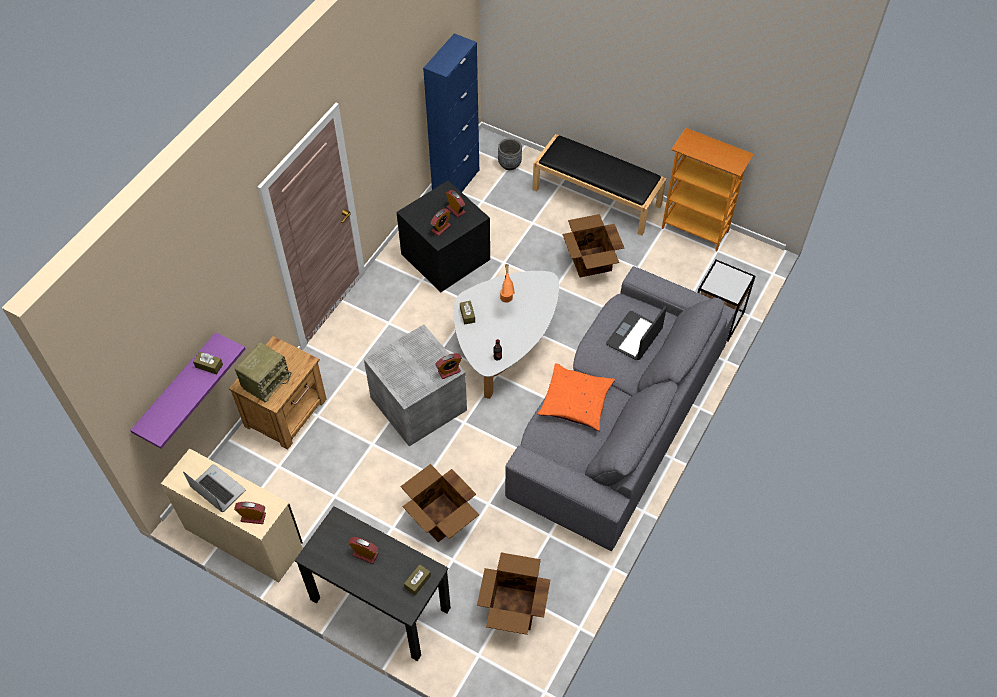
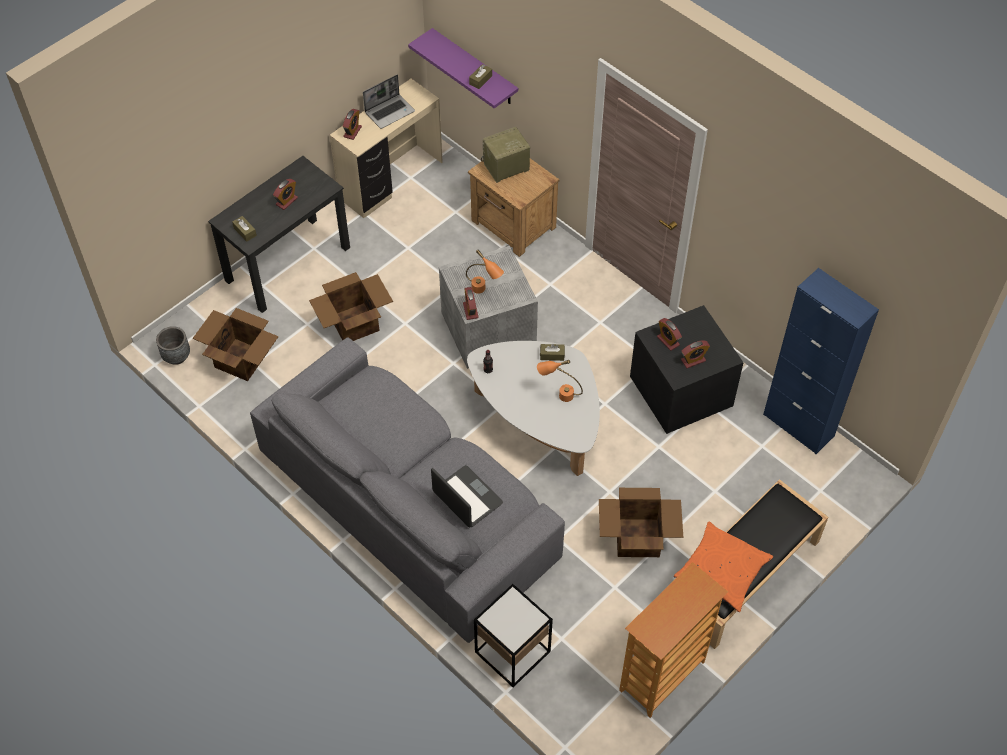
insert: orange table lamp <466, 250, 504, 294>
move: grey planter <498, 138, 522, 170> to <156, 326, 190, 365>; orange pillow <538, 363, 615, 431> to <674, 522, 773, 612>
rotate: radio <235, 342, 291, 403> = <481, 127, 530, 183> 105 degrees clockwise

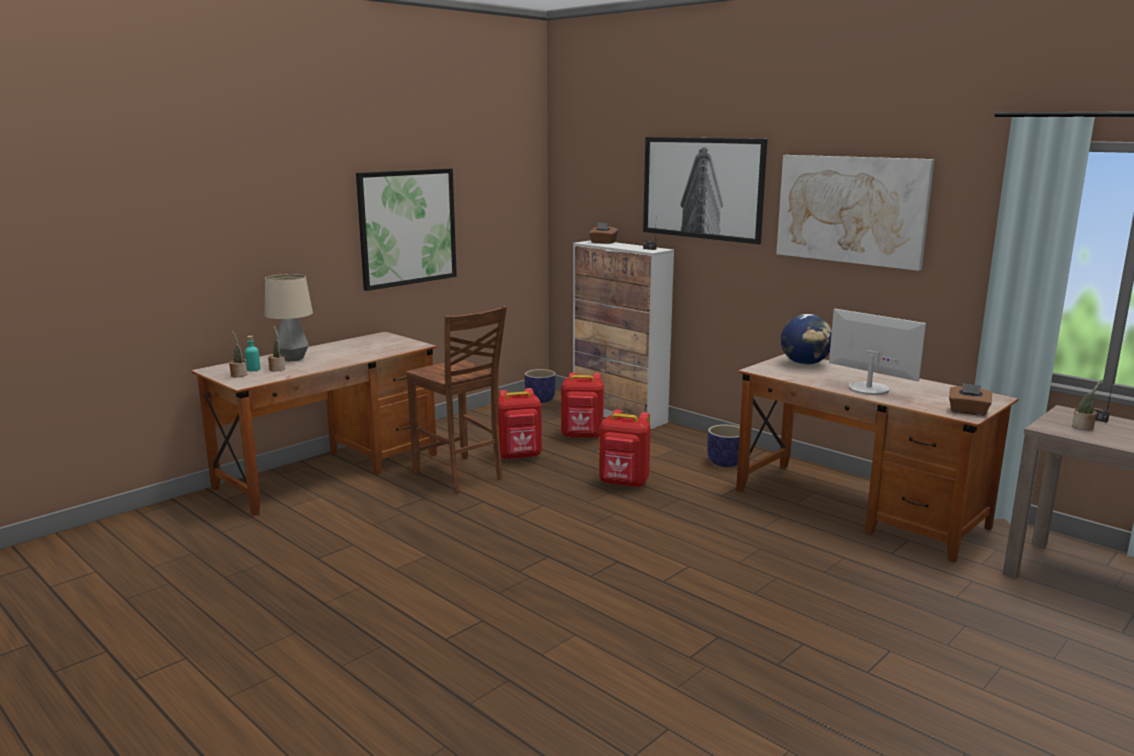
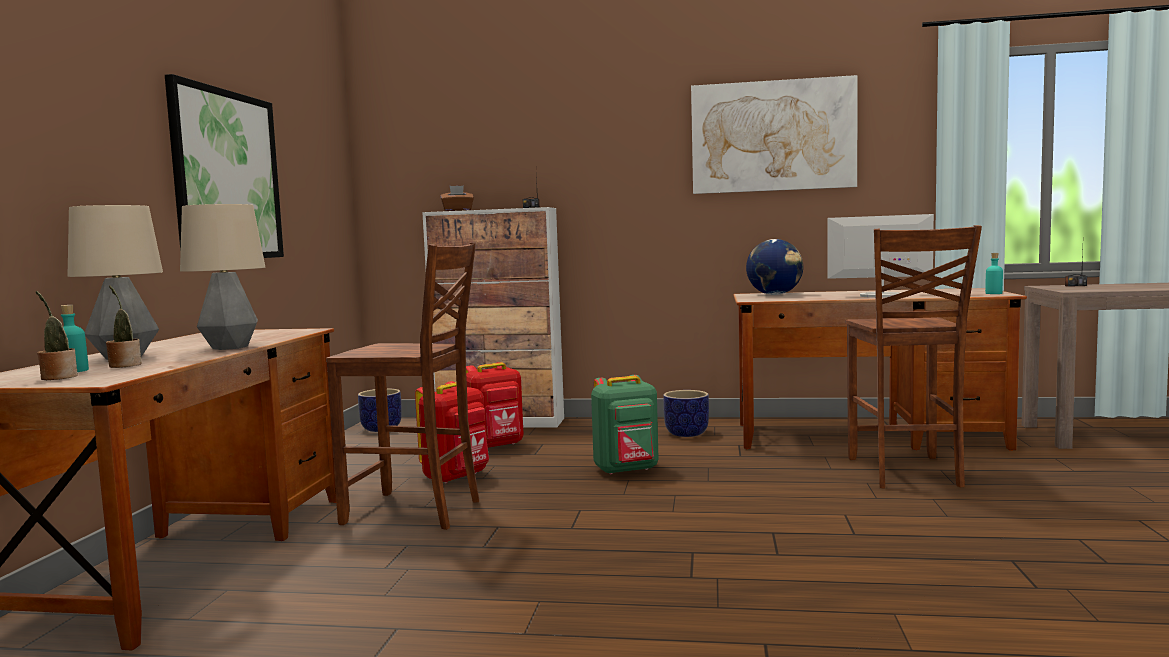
delete: picture <643, 137, 768, 244>; potted plant <1072, 379, 1103, 430>
insert: table lamp <180, 204, 265, 350>; brown chair <845, 225, 982, 488>
replace: brown tissue box <949, 383, 992, 416> to turquoise bottle <985, 253, 1003, 294>
recolor: red backpack <599, 409, 651, 487> to green backpack <591, 375, 659, 474>

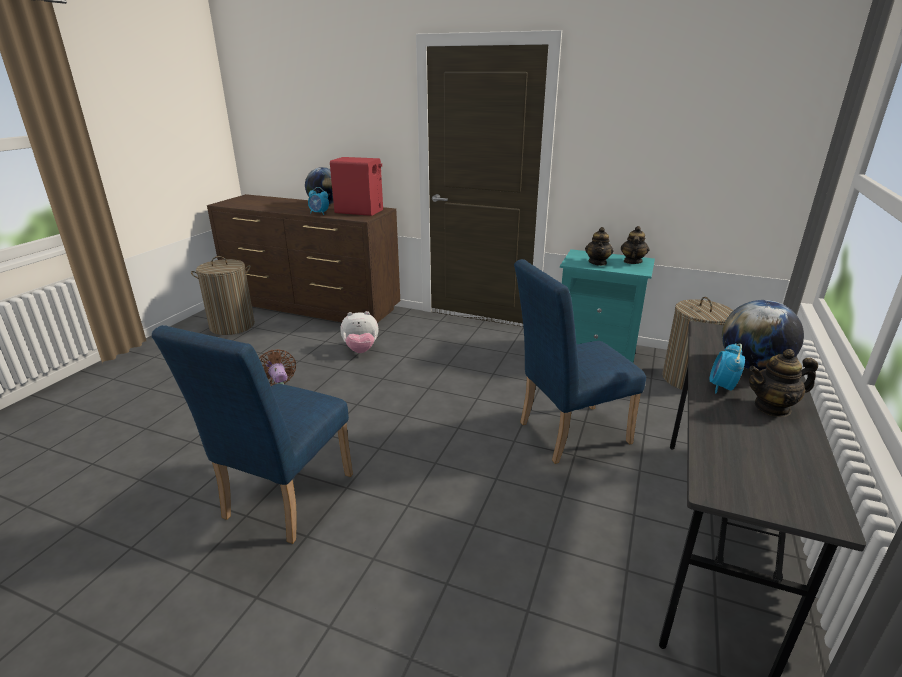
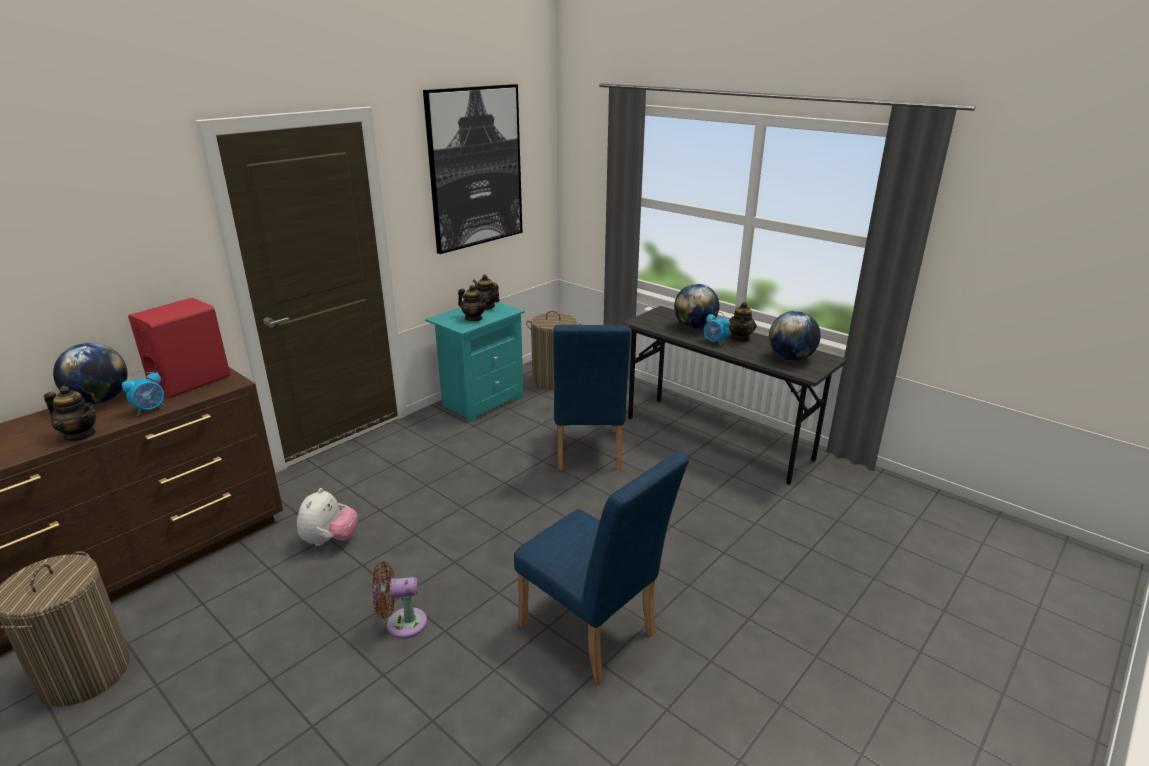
insert: teapot <44, 386, 97, 441>; picture <423, 84, 522, 254>; globe <769, 311, 821, 361>

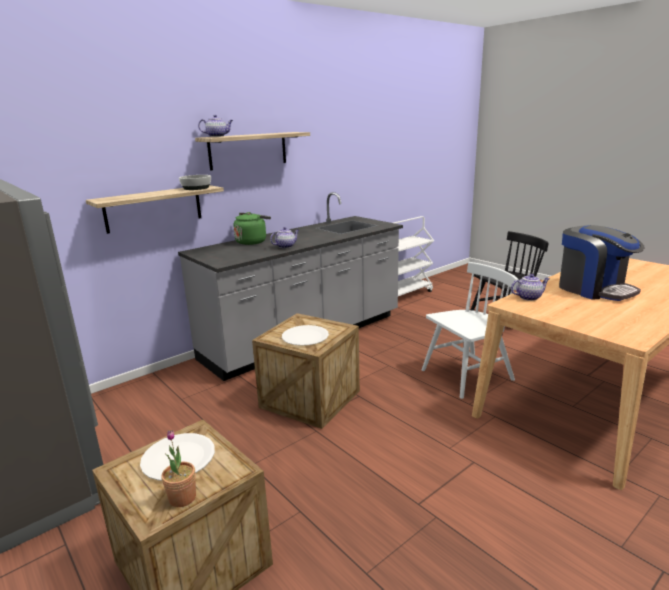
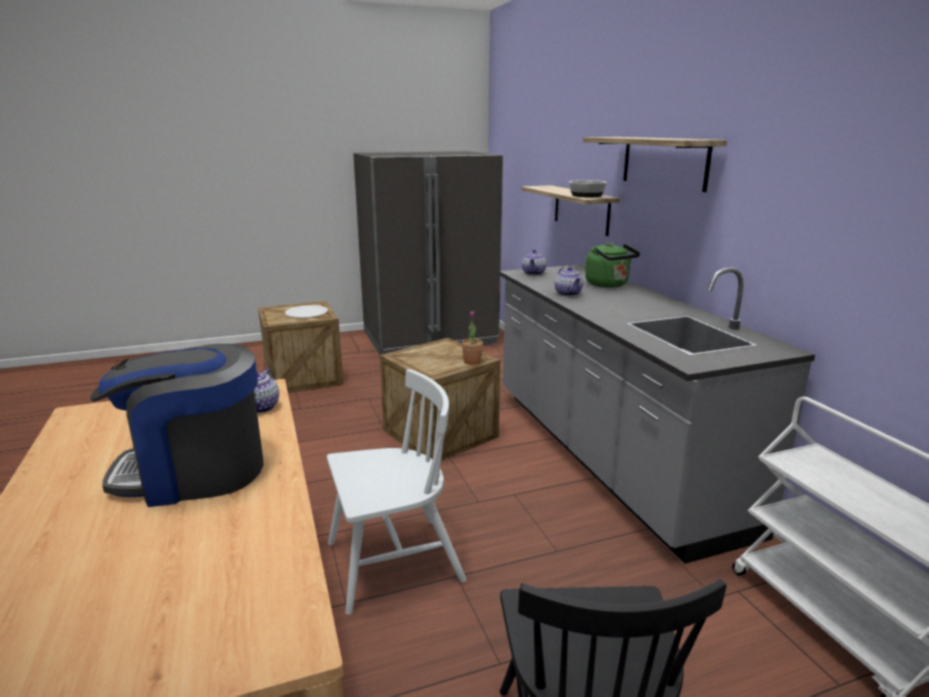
delete: white plate <282, 325, 329, 346>
move: potted plant <161, 430, 196, 507> to <462, 311, 483, 365>; teapot <198, 115, 233, 137> to <522, 249, 547, 275>
rotate: white chair <422, 262, 518, 399> = <327, 369, 467, 615> 105 degrees counterclockwise

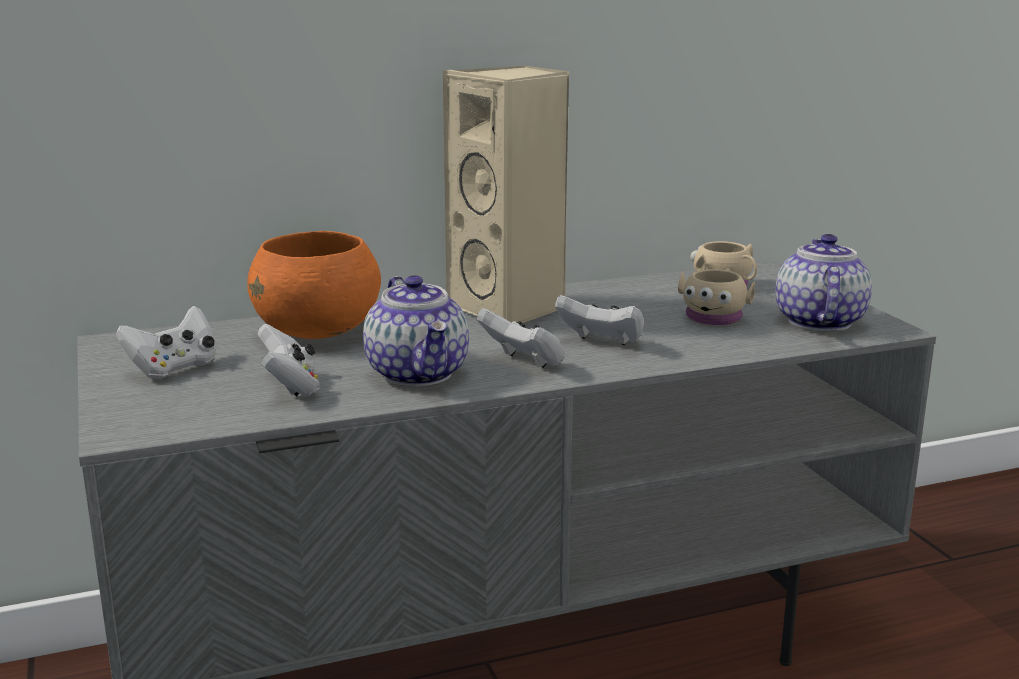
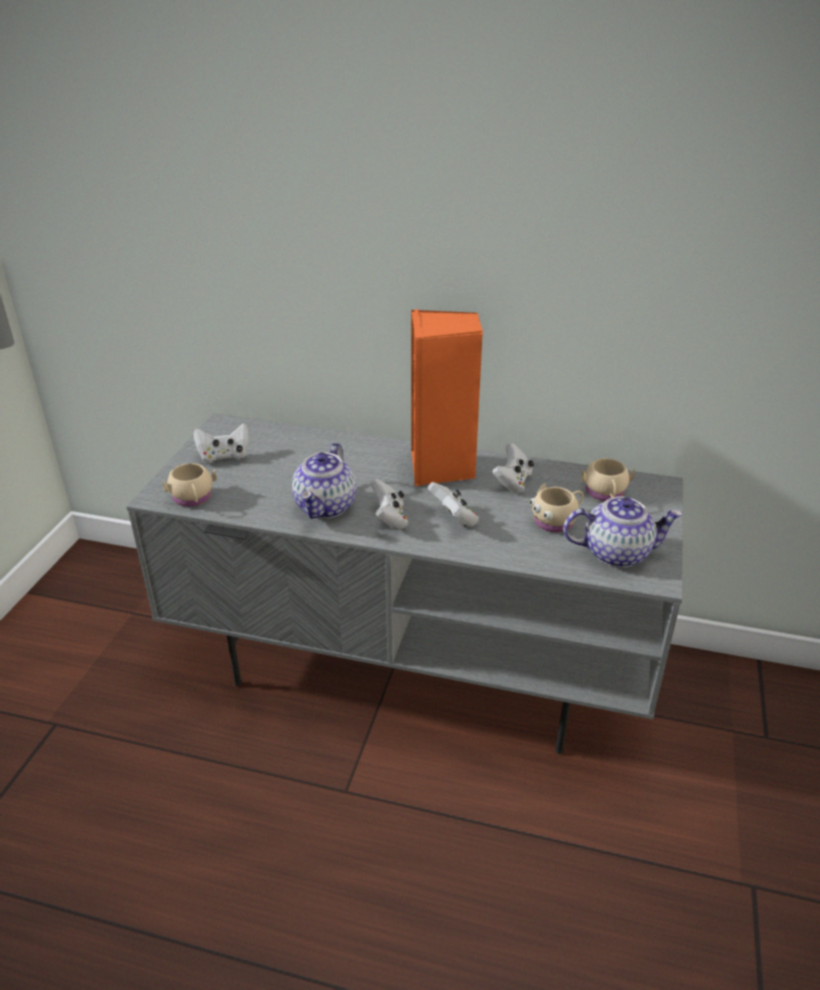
delete: orange bowl <247, 231, 381, 339>
insert: beige mug <162, 463, 217, 507>
move: white game controller <257, 324, 319, 397> to <492, 442, 534, 493>
recolor: beige speaker <443, 66, 569, 323> to orange speaker <411, 309, 483, 486>
rotate: teapot <775, 234, 872, 332> = <563, 496, 683, 568> 45 degrees clockwise

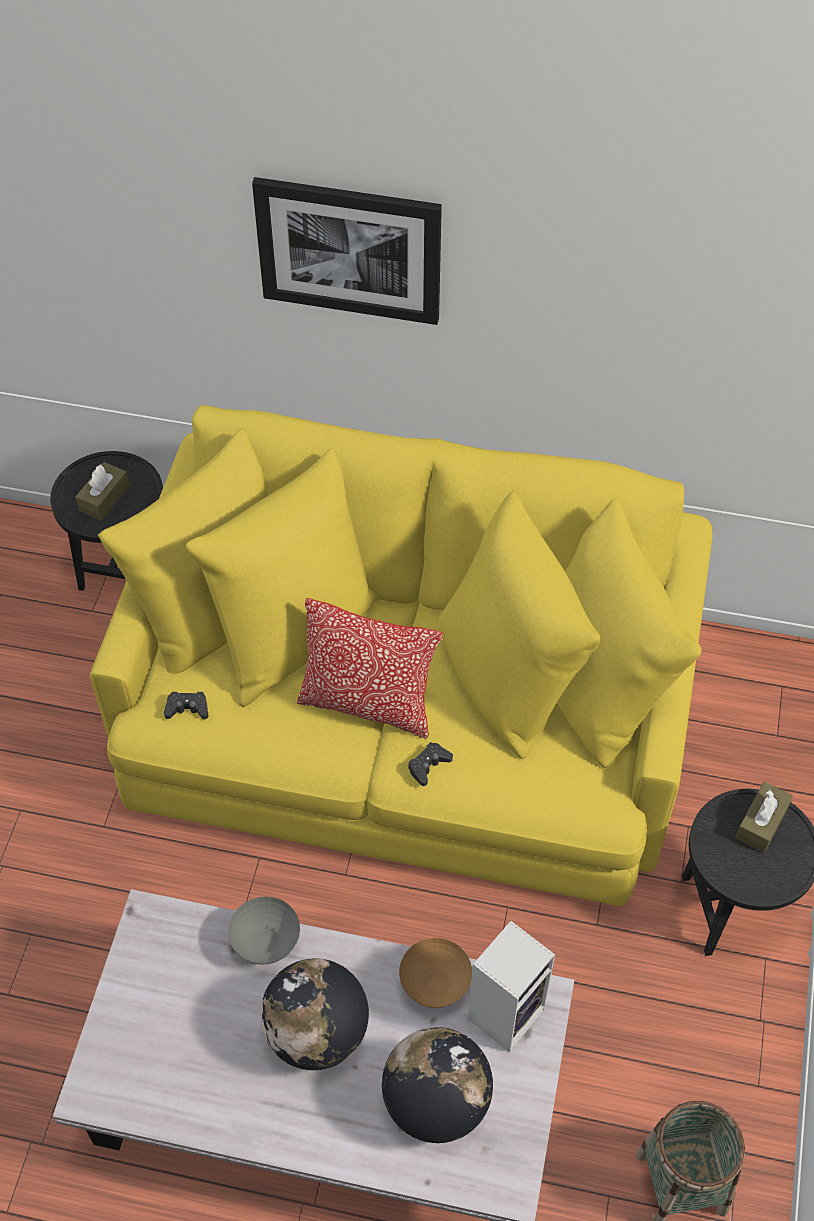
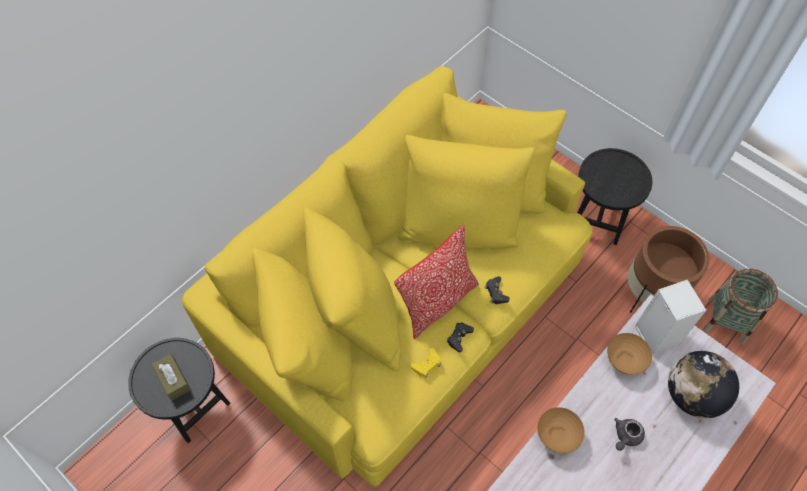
delete: picture <252, 177, 442, 325>; brown tissue box <735, 781, 793, 853>
insert: yellow game controller <411, 348, 441, 378>; brown planter <627, 226, 710, 313>
move: black game controller <164, 692, 209, 719> to <447, 323, 474, 353>
replace: globe <260, 958, 369, 1070> to grey teapot <614, 418, 645, 451>
recolor: grey bowl <228, 897, 300, 965> to brown bowl <537, 407, 585, 453>

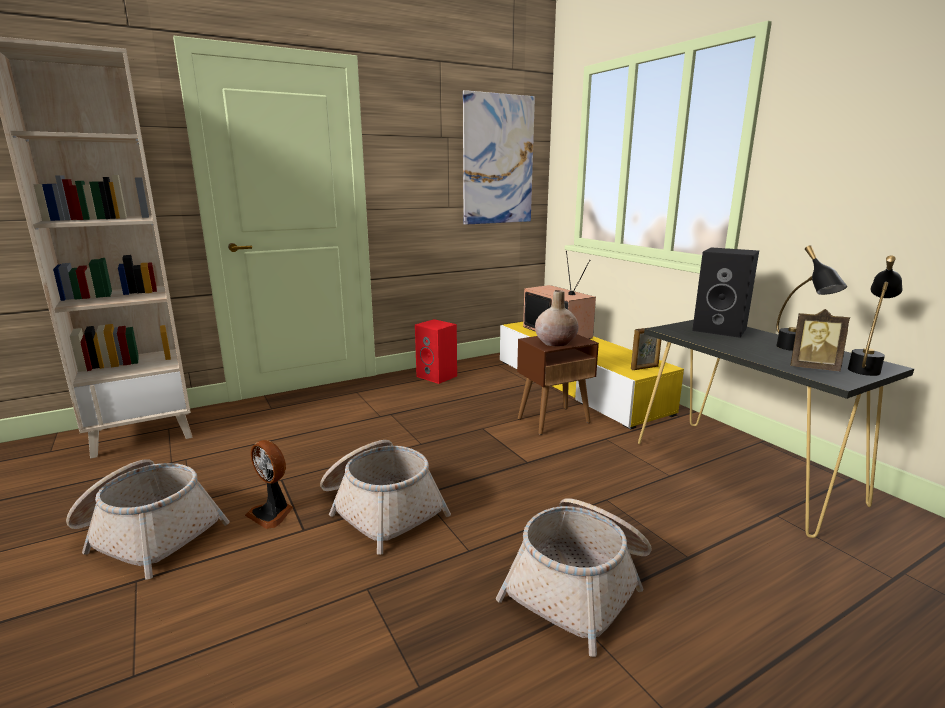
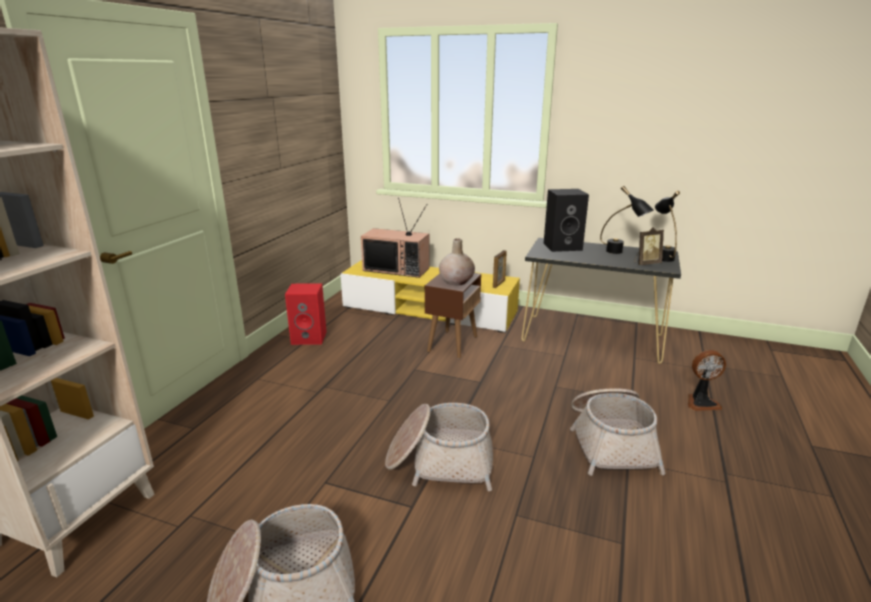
delete: picture <463, 90, 535, 225>
move: fan <245, 440, 293, 529> to <688, 350, 726, 411>

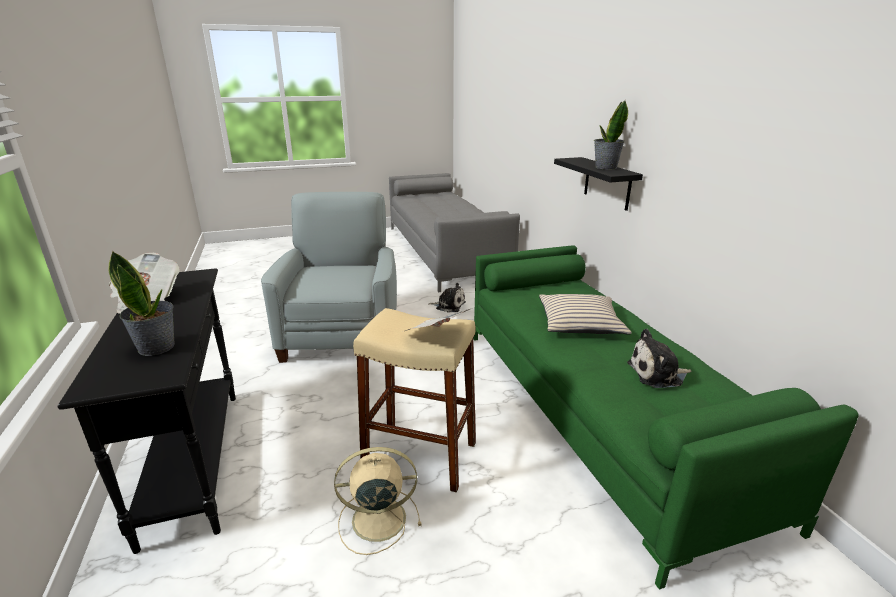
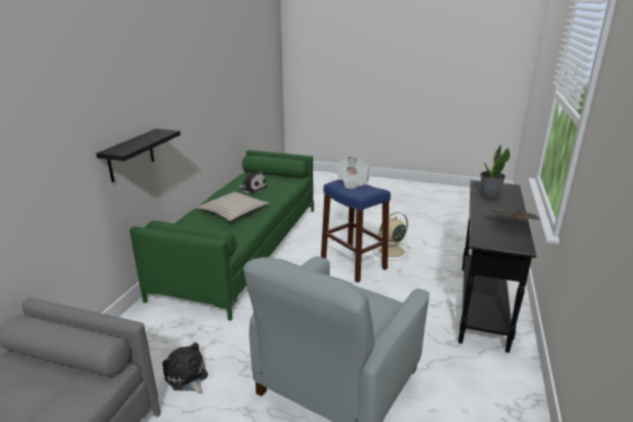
delete: potted plant <594, 100, 628, 170>
recolor: beige stool <353, 308, 476, 493> to blue stool <321, 179, 391, 283>
rotate: beige fan <334, 447, 422, 555> = <373, 212, 411, 261> 120 degrees clockwise

